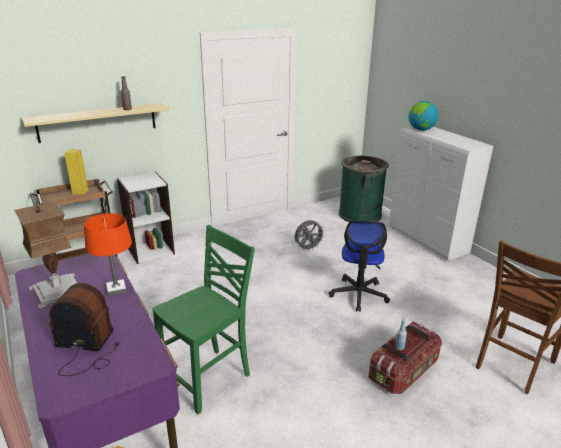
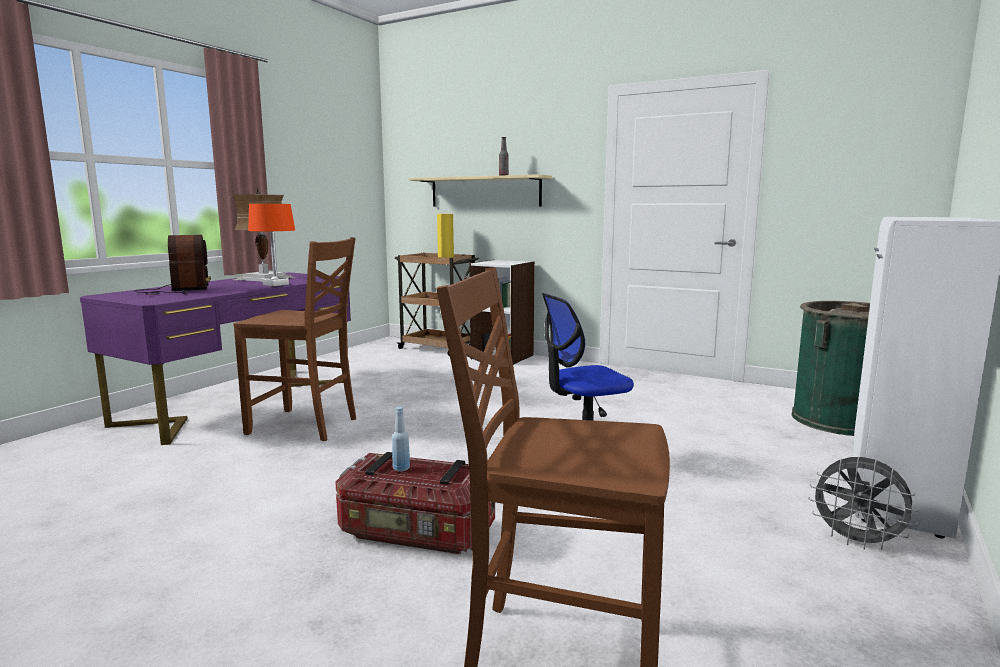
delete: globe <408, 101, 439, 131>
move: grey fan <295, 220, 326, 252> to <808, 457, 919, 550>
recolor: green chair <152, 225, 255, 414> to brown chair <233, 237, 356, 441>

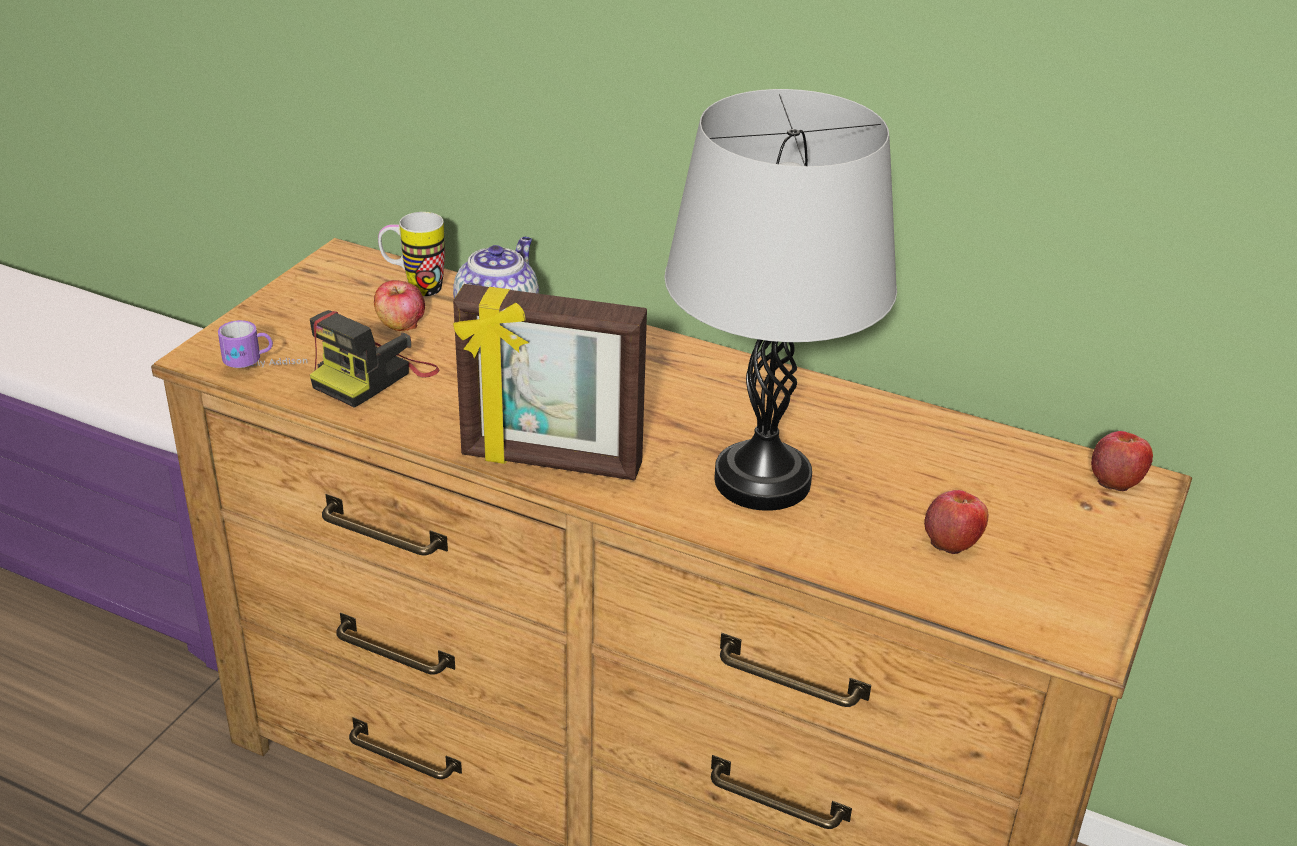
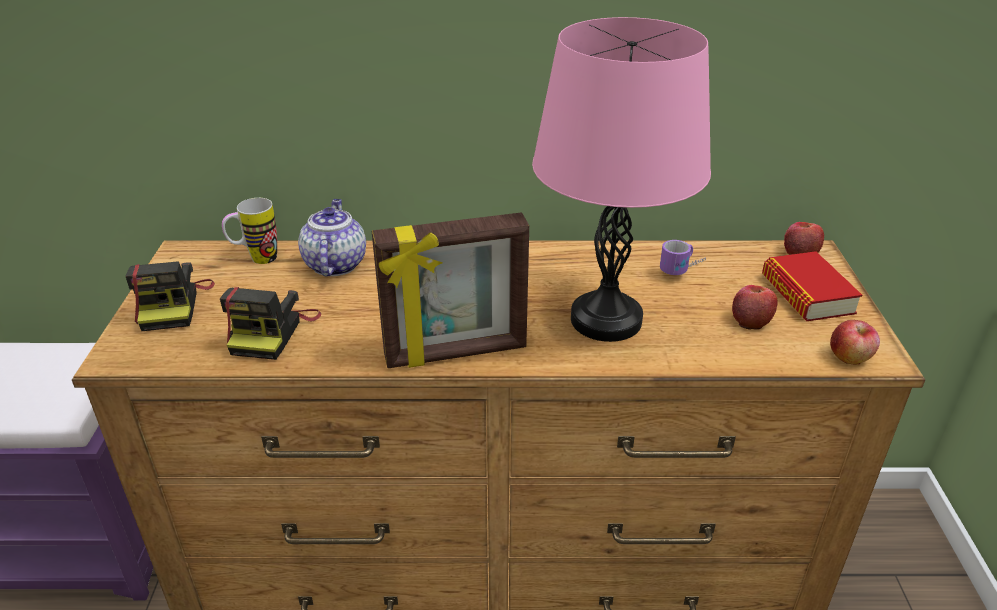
insert: photo camera <126, 262, 215, 331>; book <762, 251, 862, 321>
move: mug <218, 320, 308, 368> to <660, 240, 706, 275>; apple <374, 280, 425, 331> to <830, 320, 880, 364>
recolor: grey table lamp <664, 89, 897, 511> to pink table lamp <532, 17, 711, 342>

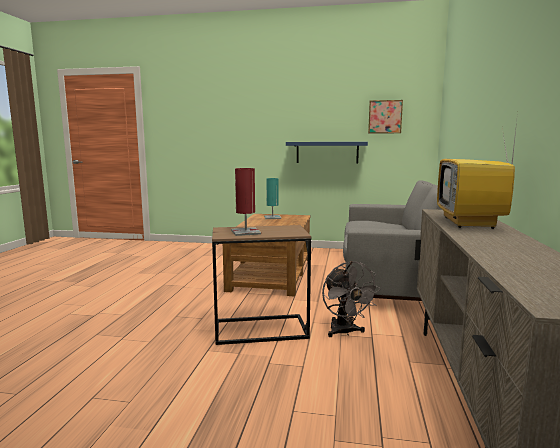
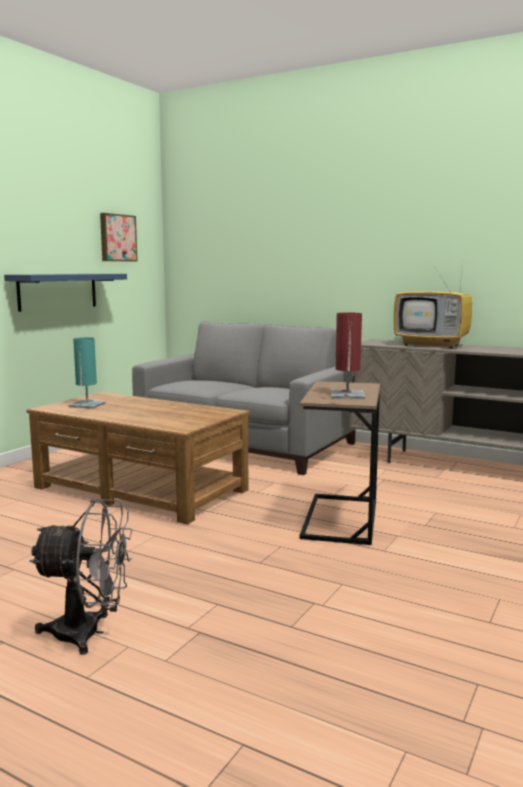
move: grey fan <322, 261, 381, 337> to <30, 499, 132, 655>

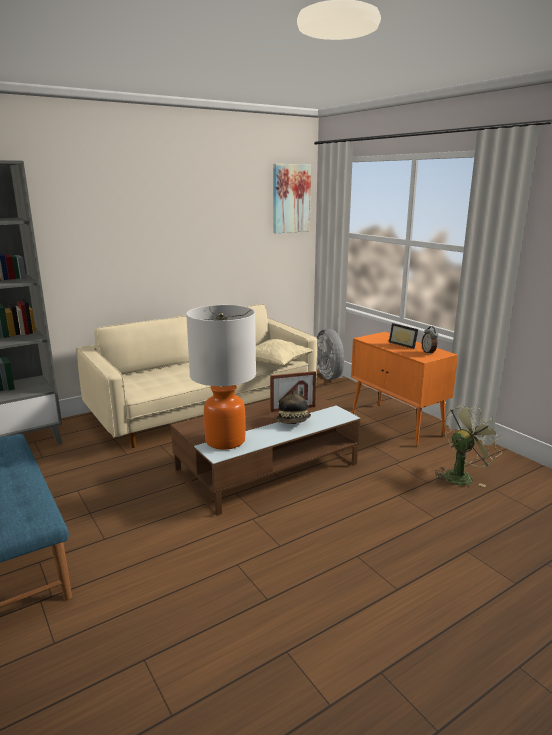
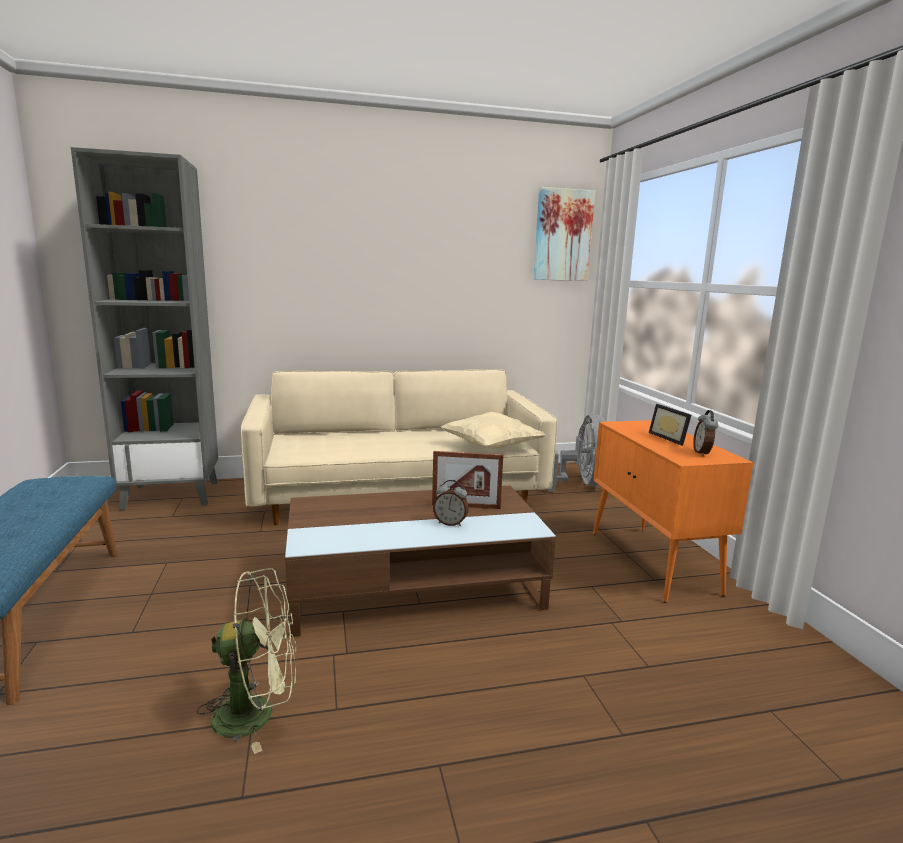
delete: table lamp <186, 305, 256, 450>
move: green fan <435, 405, 502, 487> to <197, 568, 296, 754>
replace: hat <276, 390, 311, 424> to alarm clock <433, 480, 469, 526>

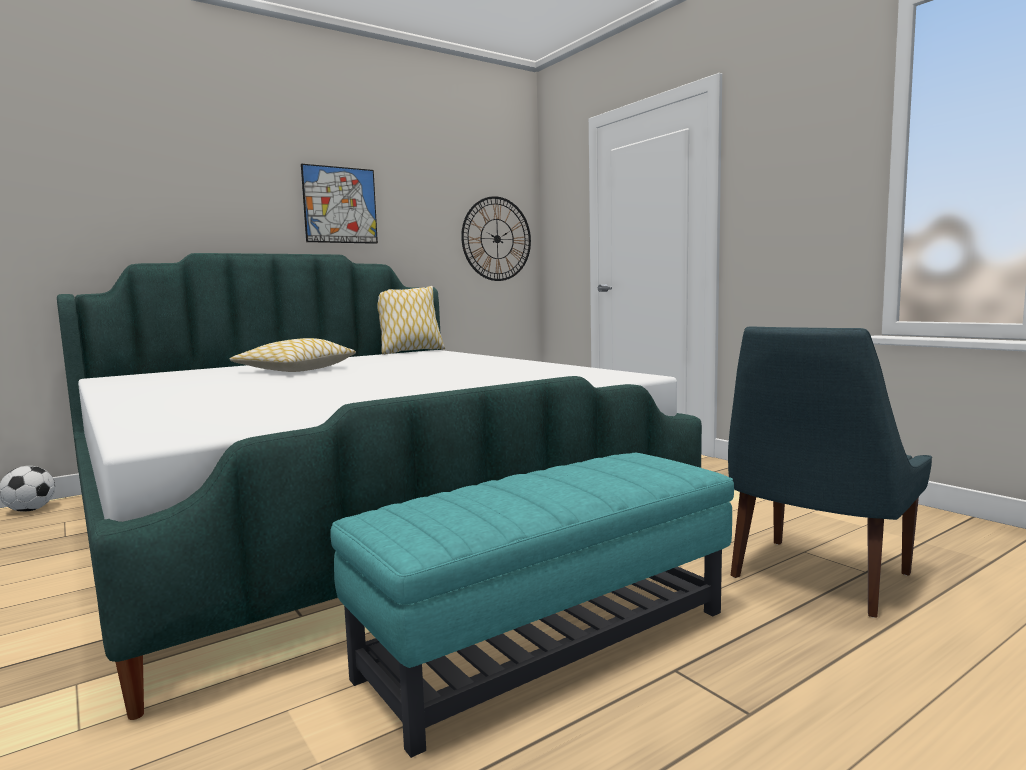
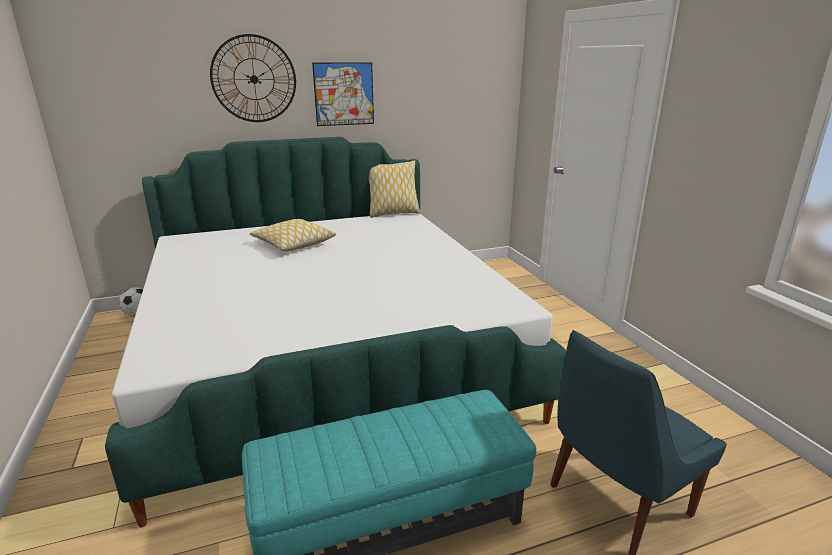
move: wall clock <461, 196, 531, 281> to <210, 34, 296, 122>

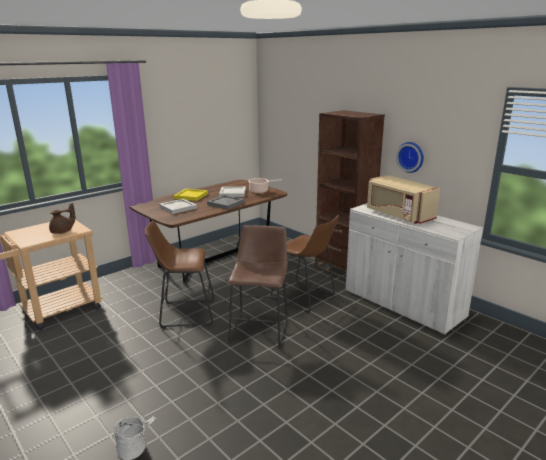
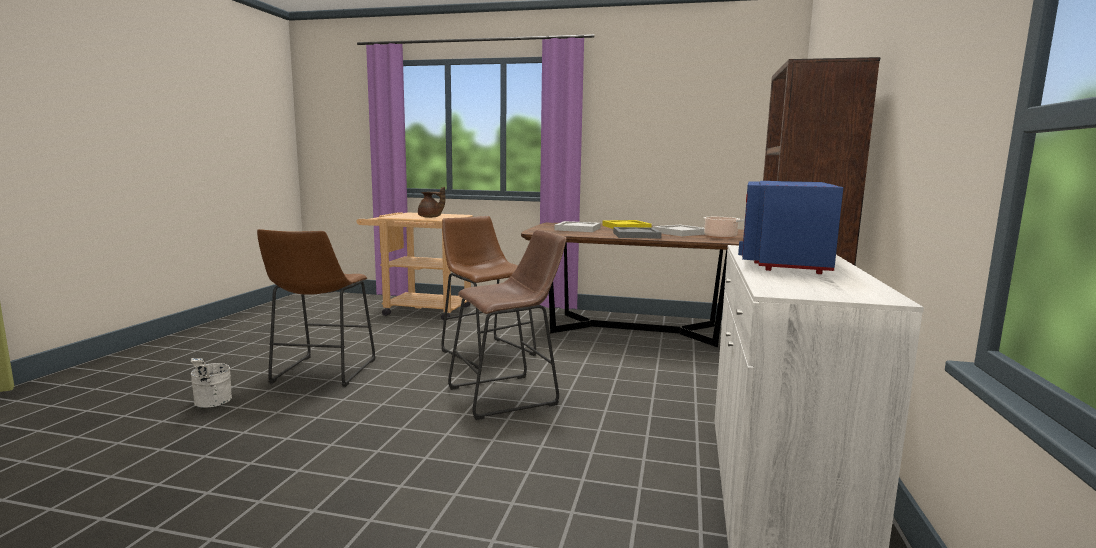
delete: wall clock <396, 142, 424, 173>
move: brown stool <271, 215, 339, 313> to <257, 229, 375, 387>
recolor: beige microwave <367, 175, 440, 224> to blue microwave <738, 181, 843, 274>

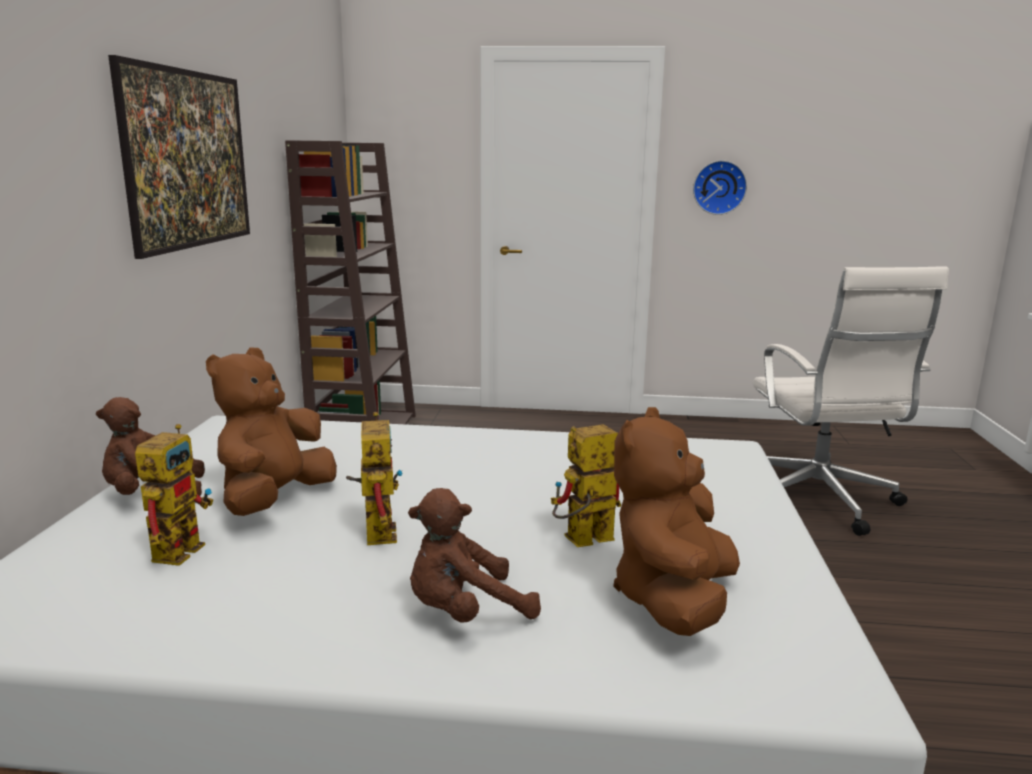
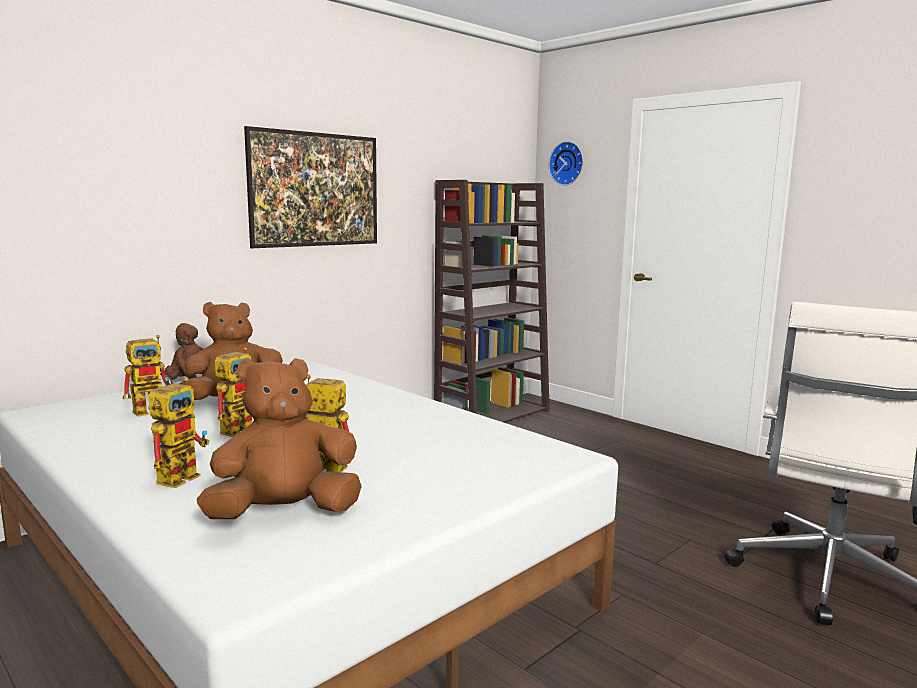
move: wall clock <693, 160, 747, 215> to <549, 141, 583, 185>
replace: brown plush toy <408, 488, 541, 623> to toy robot <148, 378, 210, 488>

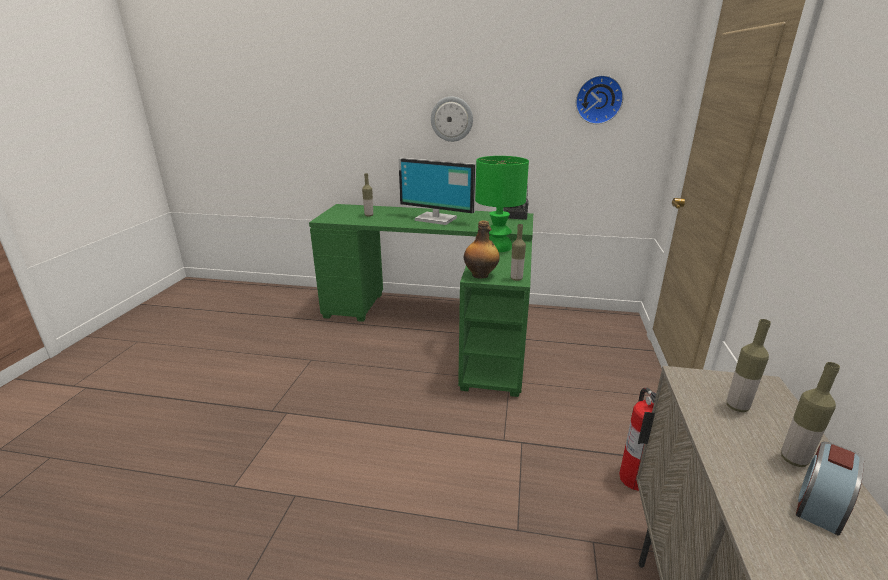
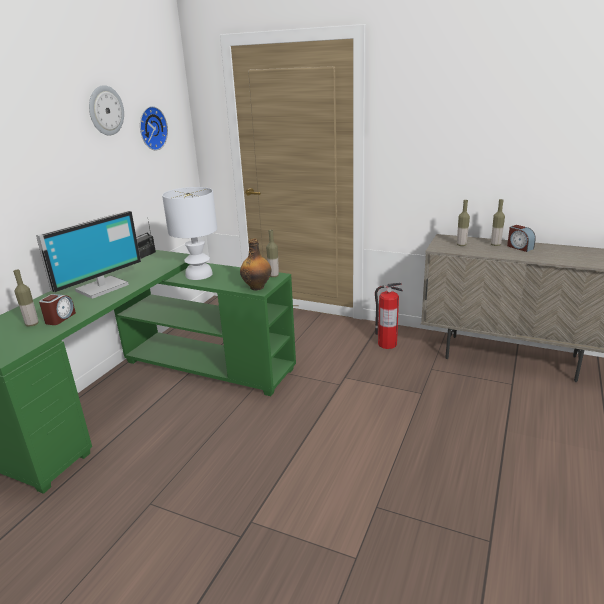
insert: alarm clock <39, 294, 76, 325>
move: wall clock <431, 96, 473, 142> to <89, 85, 124, 136>
recolor: green table lamp <475, 156, 529, 252> to white table lamp <162, 187, 217, 280>

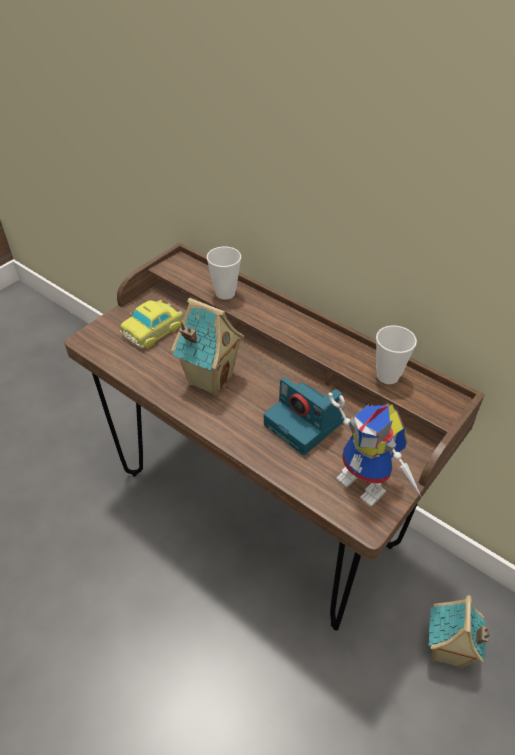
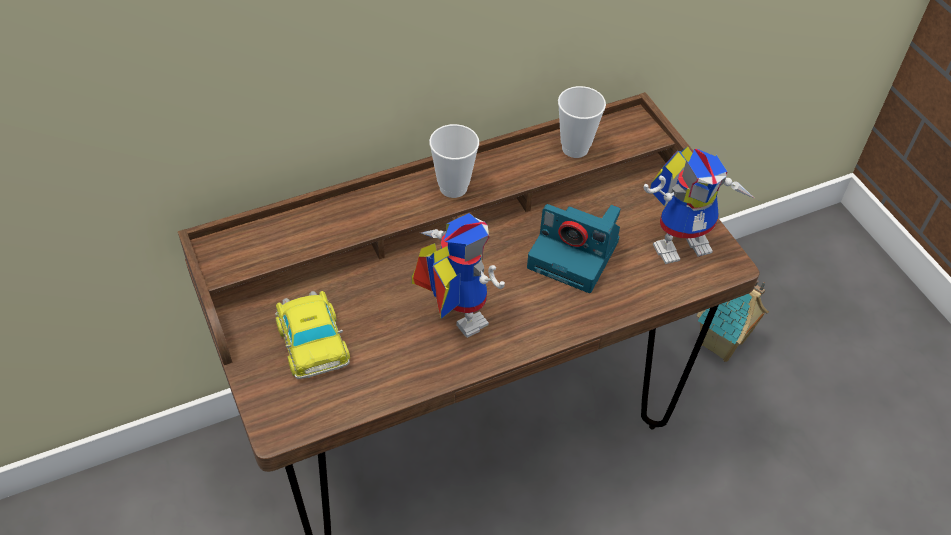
move: cup <207, 247, 241, 300> to <429, 124, 479, 198>
replace: toy house <171, 298, 244, 396> to toy robot <412, 213, 505, 338>
rotate: photo camera <264, 377, 344, 455> = <527, 204, 621, 293> 45 degrees clockwise

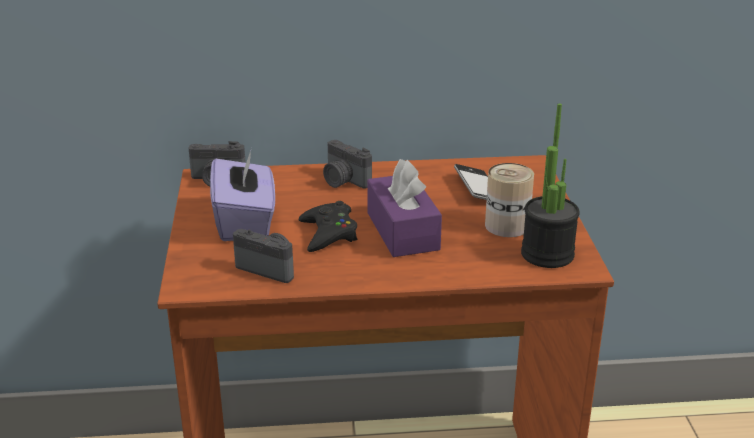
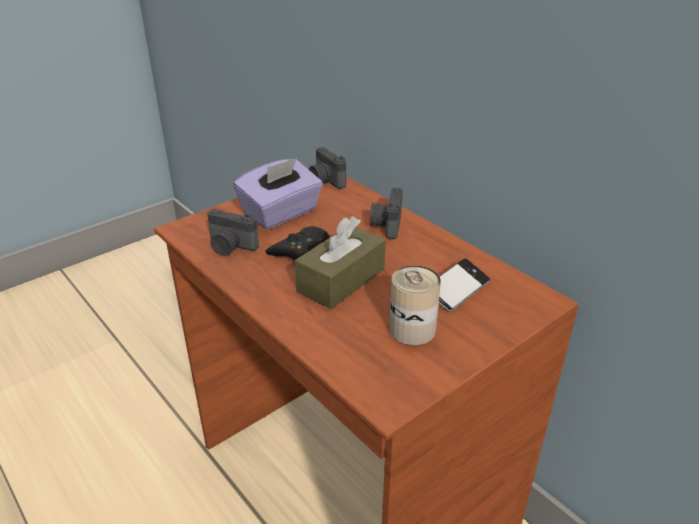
delete: potted plant <521, 103, 580, 268>
recolor: purple tissue box <367, 159, 442, 257> to brown tissue box <295, 216, 386, 309>
rotate: photo camera <233, 229, 294, 283> = <207, 209, 259, 256> 120 degrees clockwise

